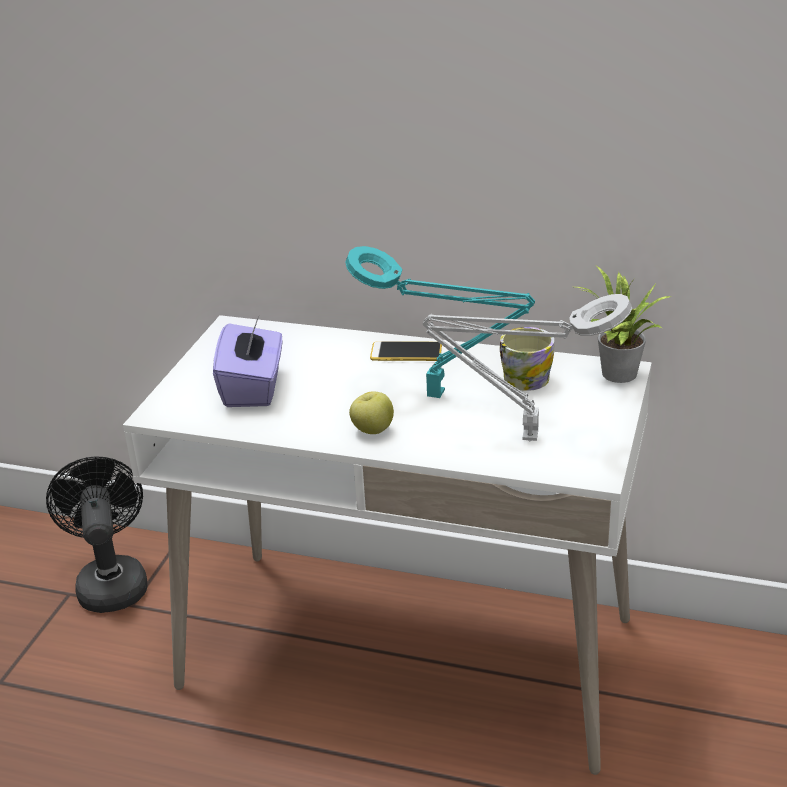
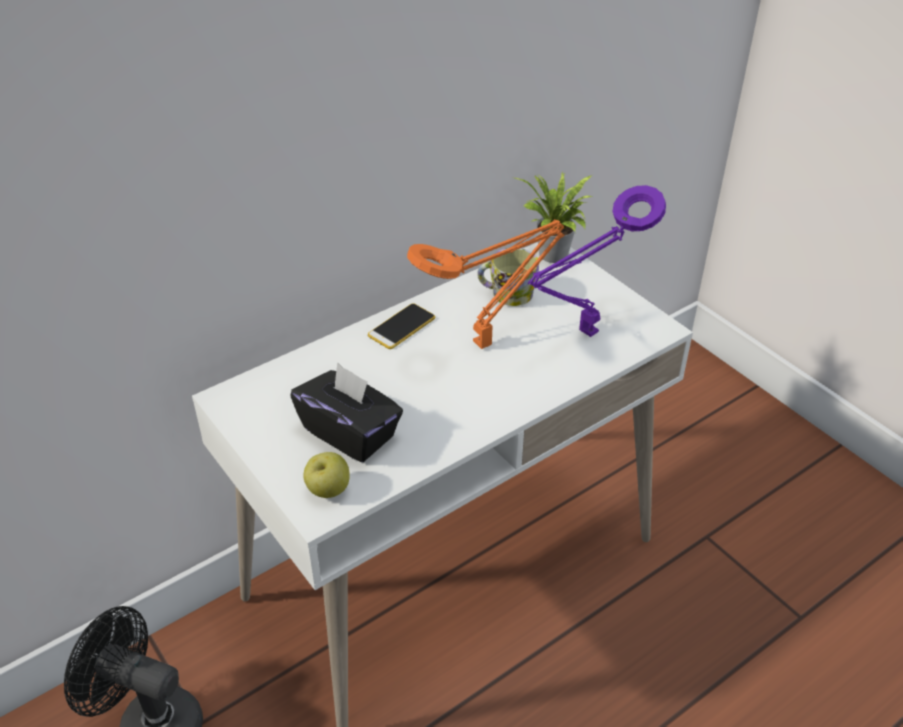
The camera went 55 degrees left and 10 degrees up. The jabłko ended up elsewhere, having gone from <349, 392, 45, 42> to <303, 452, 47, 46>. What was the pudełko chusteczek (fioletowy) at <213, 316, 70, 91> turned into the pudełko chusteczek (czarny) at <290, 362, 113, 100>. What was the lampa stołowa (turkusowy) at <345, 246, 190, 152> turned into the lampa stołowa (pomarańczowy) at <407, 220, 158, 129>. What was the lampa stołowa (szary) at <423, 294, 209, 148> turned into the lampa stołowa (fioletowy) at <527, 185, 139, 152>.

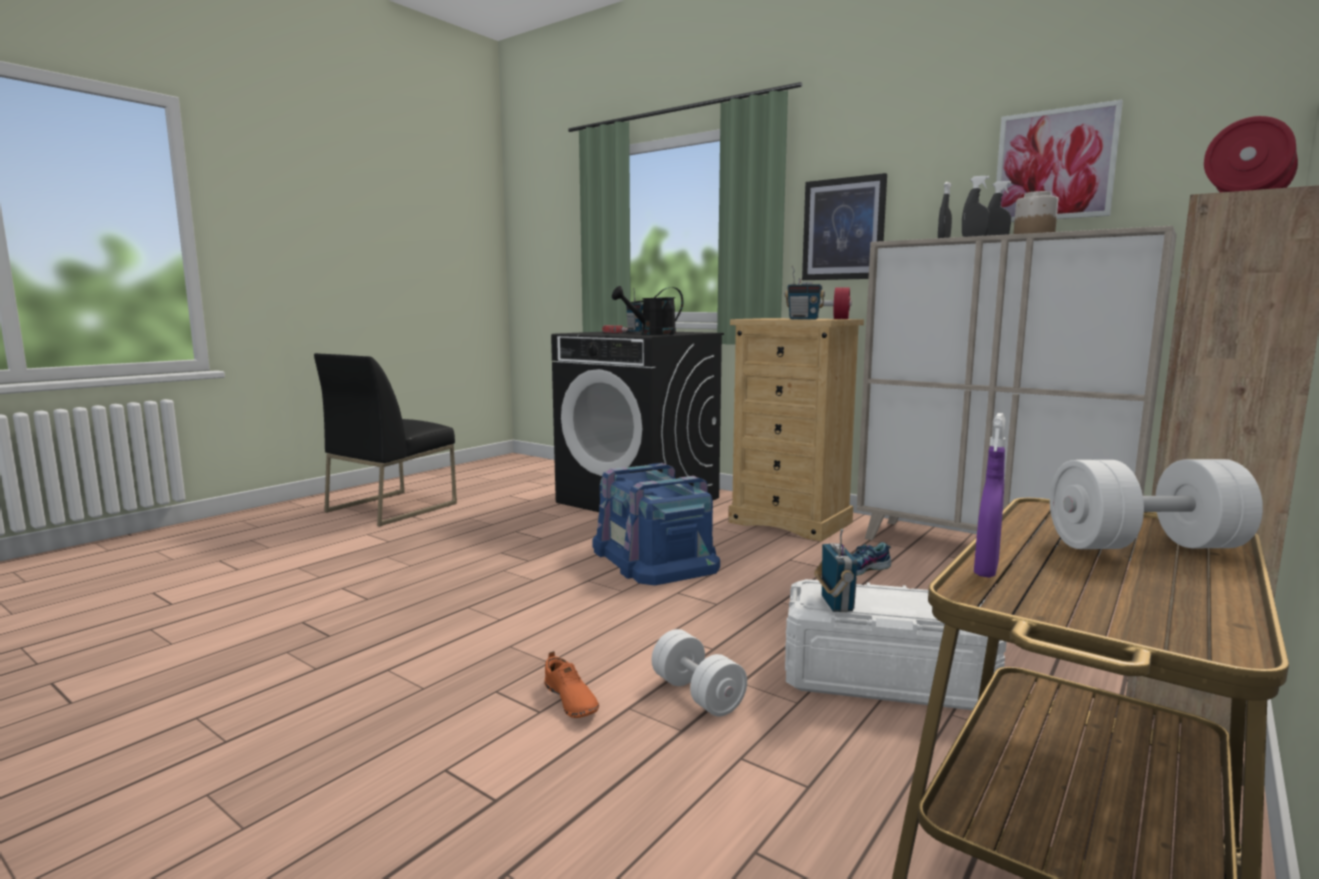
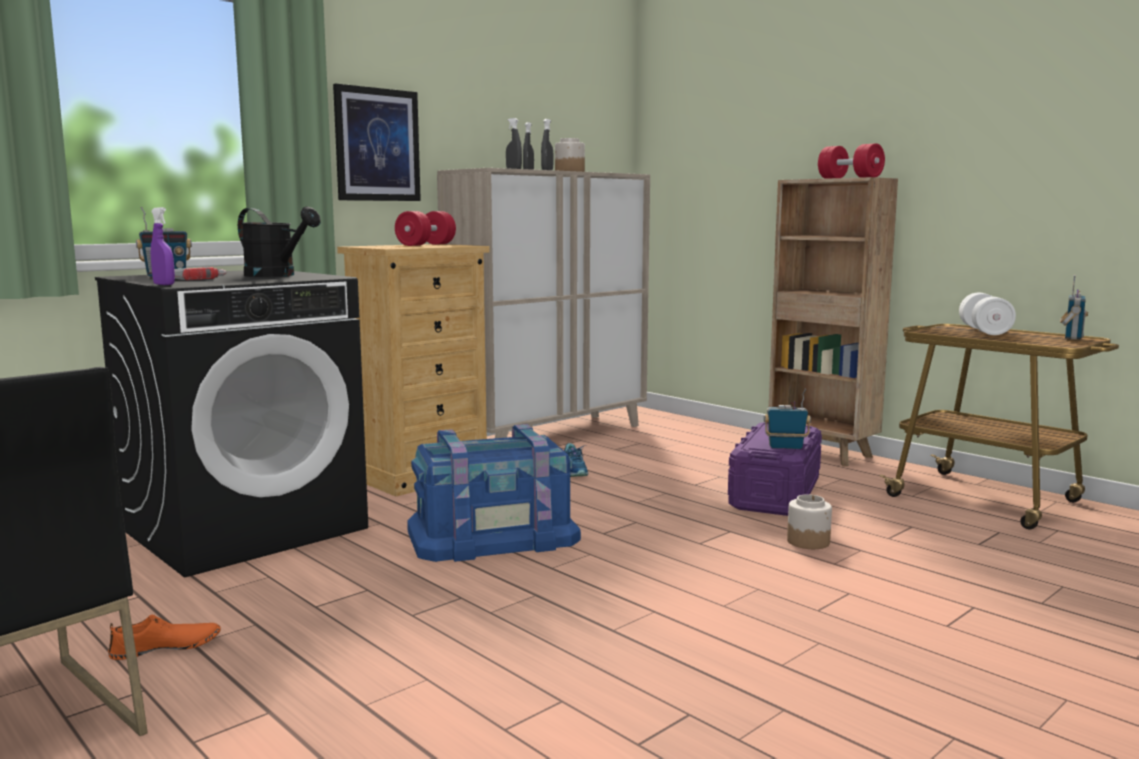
The camera went 80 degrees left and 0 degrees up. The second view lost the obraz at <996, 100, 127, 122>. The but (pomarańczowy) ended up elsewhere, having gone from <544, 651, 55, 67> to <108, 615, 112, 45>. The radio ended up elsewhere, having gone from <785, 266, 40, 54> to <1060, 275, 28, 65>. The spryskiwacz (fioletowy) ended up elsewhere, having gone from <974, 413, 32, 165> to <151, 207, 24, 78>. Where the hantel (biały) stood at <652, 629, 95, 87>, the słoik came to stand at <787, 494, 45, 55>. What was the pojemnik do przechowywania (biały) at <785, 579, 222, 131> turned into the pojemnik do przechowywania (fioletowy) at <728, 422, 94, 94>. The konewka (czarny) at <612, 286, 71, 49> ended up facing another way, 45 degrees counterclockwise from before.

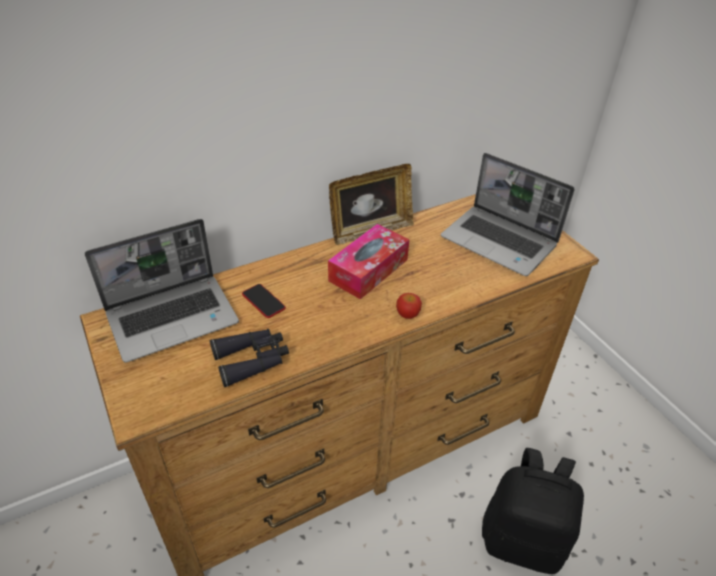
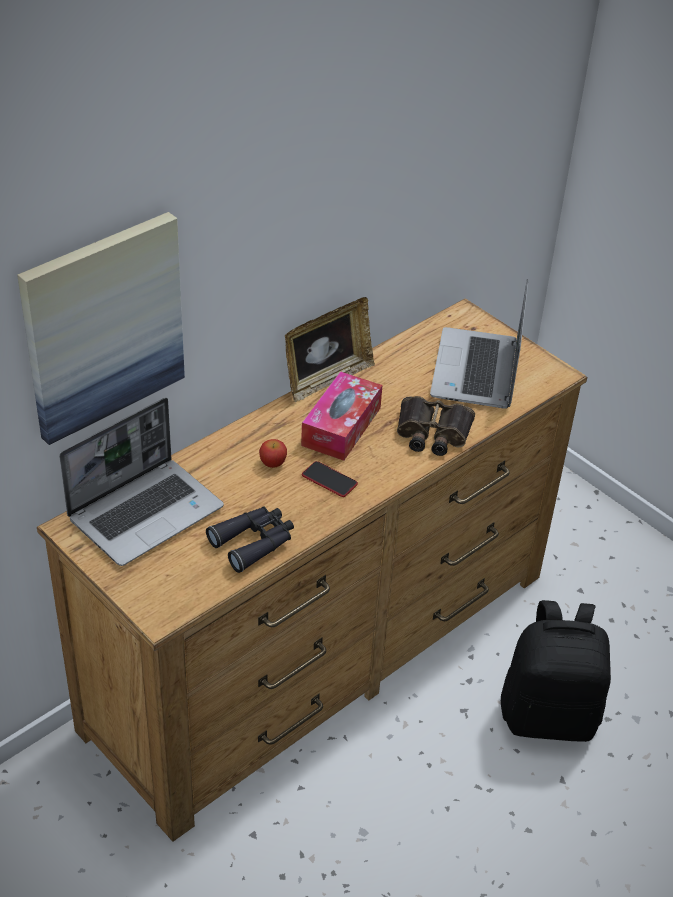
The camera went 15 degrees left and 0 degrees up. The second view gained the obraz at <17, 212, 168, 233>. The second view gained the lornetka at <397, 396, 78, 60>. The telefon ended up elsewhere, having gone from <242, 284, 44, 34> to <302, 461, 56, 36>. The jabłko ended up elsewhere, having gone from <396, 293, 26, 26> to <259, 439, 28, 29>. The laptop at <441, 153, 134, 123> ended up facing another way, 75 degrees clockwise from before.

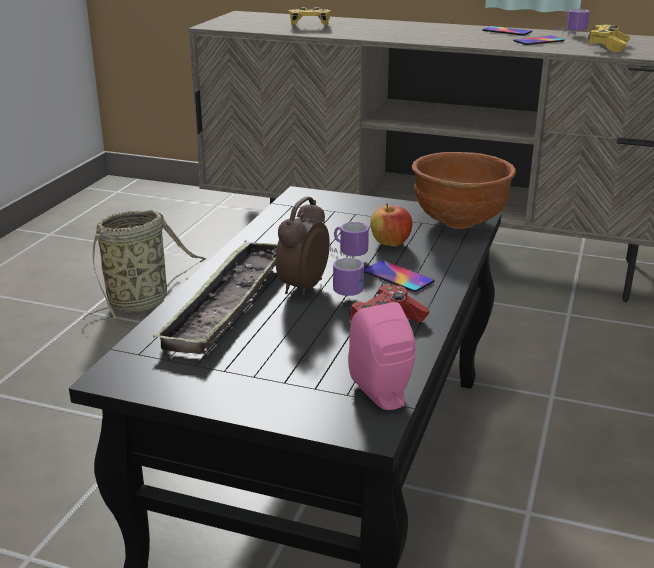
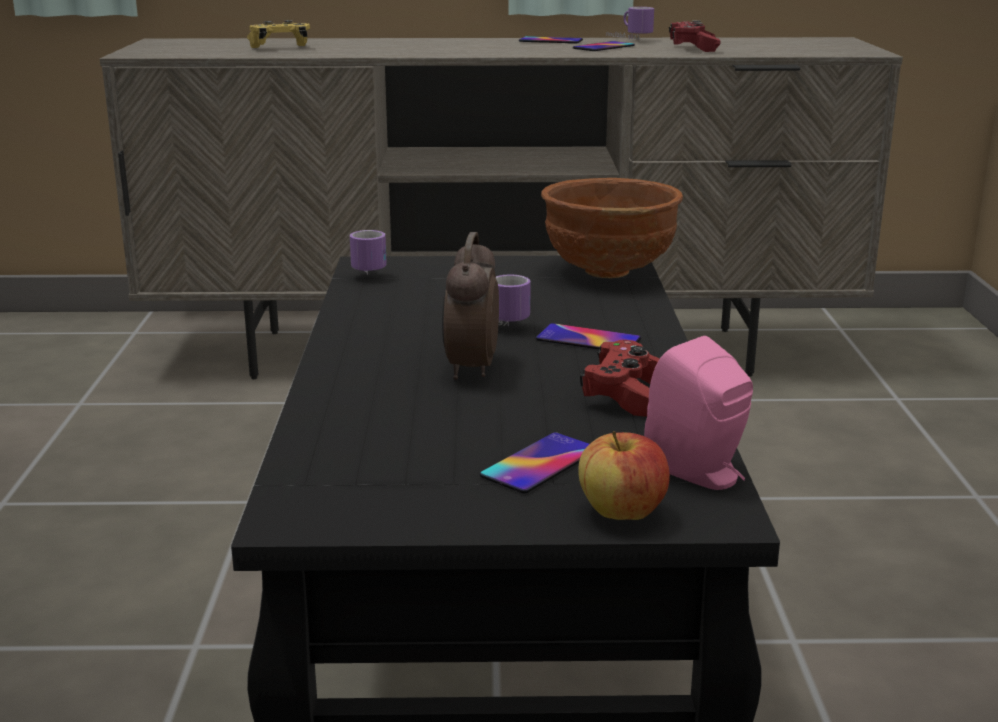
The camera went 20 degrees left and 5 degrees down. The second view lost the koszyk at <83, 210, 123, 111>. The second view lost the taca at <153, 241, 125, 113>. The second view gained the telefon at <480, 433, 109, 60>. The kubek ended up elsewhere, having gone from <333, 258, 31, 38> to <350, 230, 37, 45>. The jabłko ended up elsewhere, having gone from <370, 203, 42, 44> to <578, 431, 92, 89>. What was the pad do gier (żółty) at <588, 25, 42, 27> turned into the pad do gier (czerwony) at <669, 20, 52, 32>.

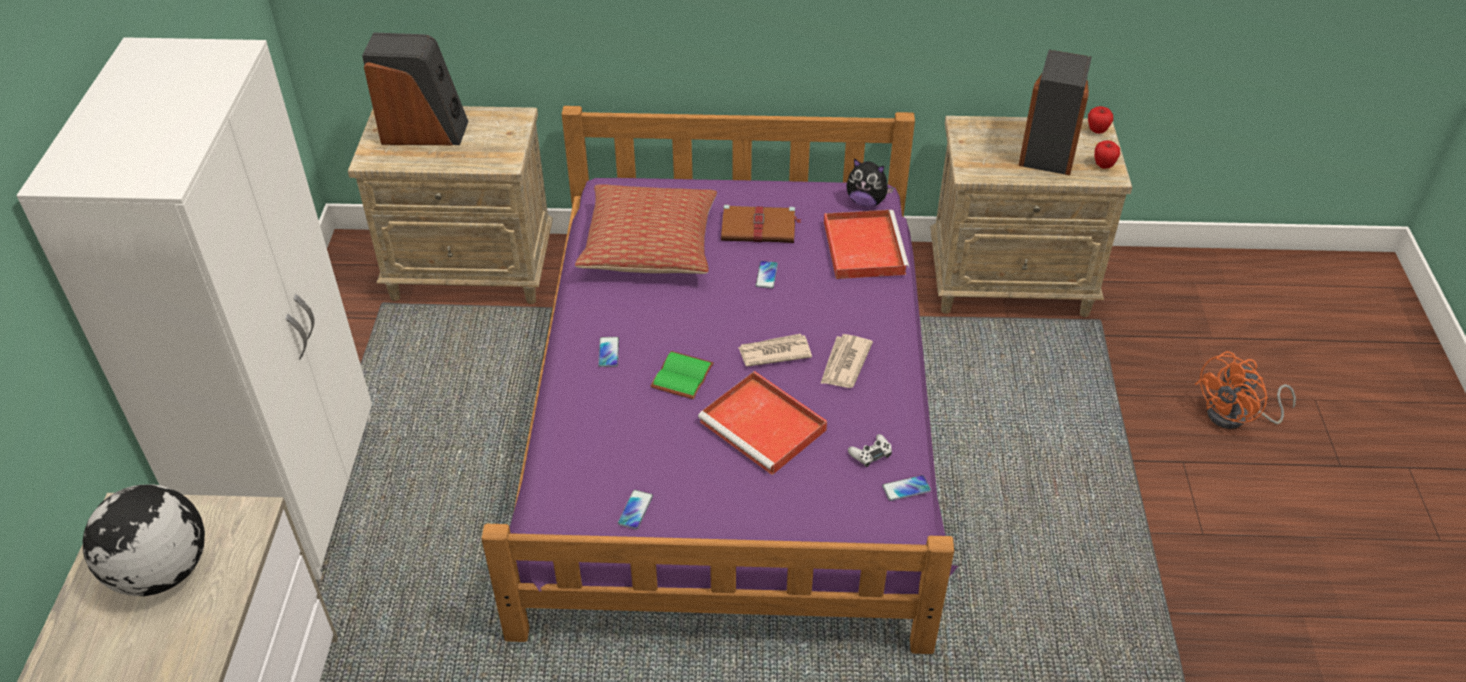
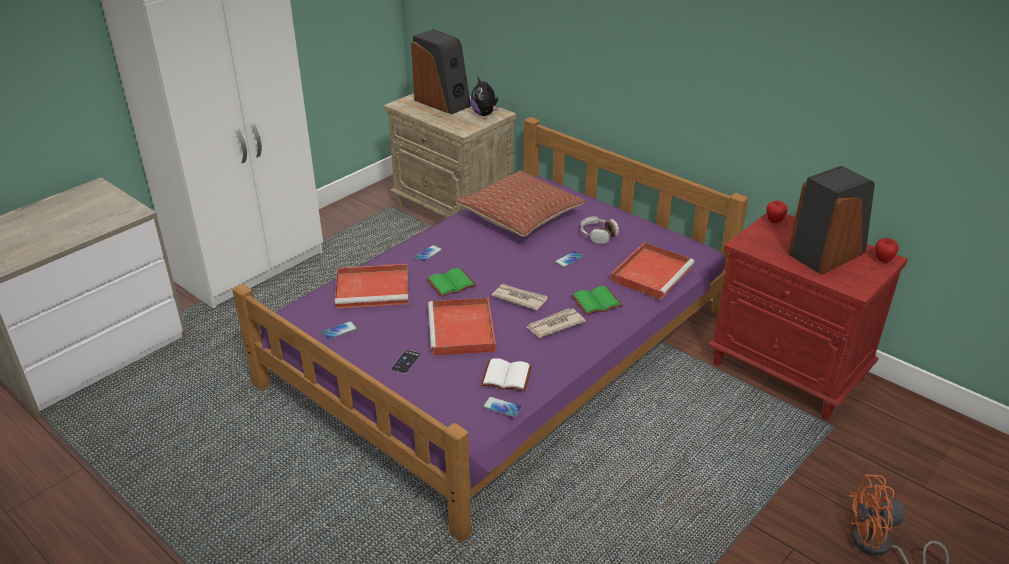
The camera went 40 degrees right and 10 degrees down. The second view lost the globus at <83, 484, 122, 112>. The second view gained the taca (czerwony) at <335, 264, 74, 45>. The second view gained the telefon at <391, 350, 29, 24>. The second view gained the książka (zielony) at <571, 286, 52, 29>. The pluszak ended up elsewhere, having gone from <846, 158, 48, 49> to <471, 76, 28, 40>. The jabłko ended up elsewhere, having gone from <1094, 140, 26, 29> to <767, 201, 21, 22>. Where the książka (brązowy) stood at <721, 205, 81, 38>, the słuchawki came to stand at <580, 216, 39, 28>. Where the pad do gier (biały) stood at <848, 434, 44, 33>, the książka (biały) came to stand at <481, 358, 51, 33>. What was the szafka nocna (beżowy) at <930, 116, 202, 201> turned into the szafka nocna (czerwony) at <708, 213, 200, 206>.

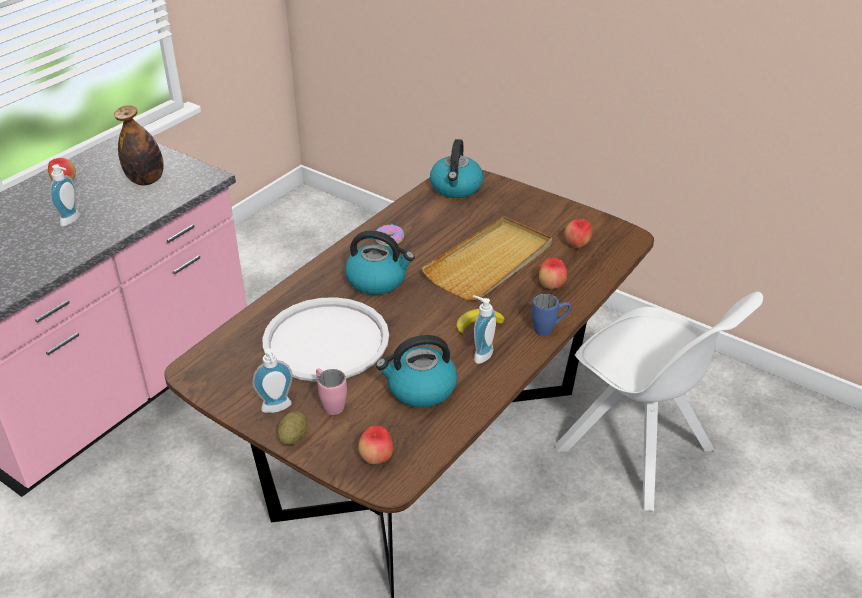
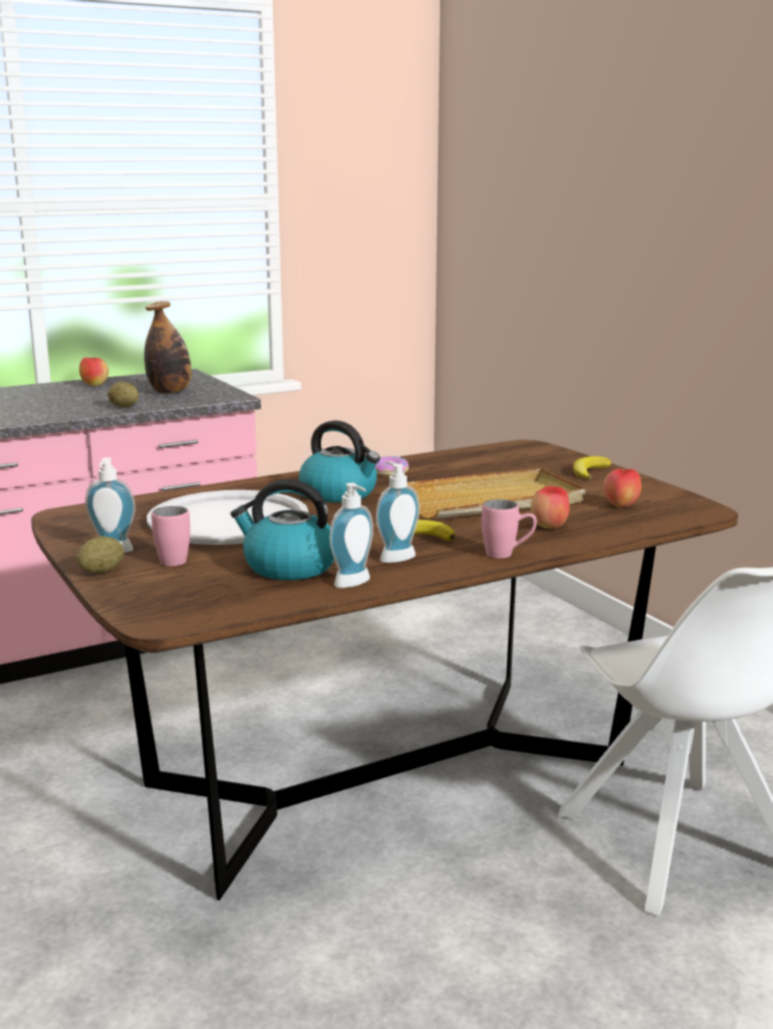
The camera went 25 degrees right and 20 degrees down. The second view lost the jabłko at <358, 426, 35, 38>. The second view lost the czajnik at <430, 139, 53, 59>. The second view gained the ziemniak at <107, 382, 32, 26>. The second view gained the banan at <573, 456, 38, 24>. The dozownik mydła ended up elsewhere, having gone from <50, 165, 30, 61> to <330, 483, 43, 105>. What was the kubek (niebieski) at <532, 294, 39, 42> turned into the kubek (różowy) at <482, 499, 55, 59>.

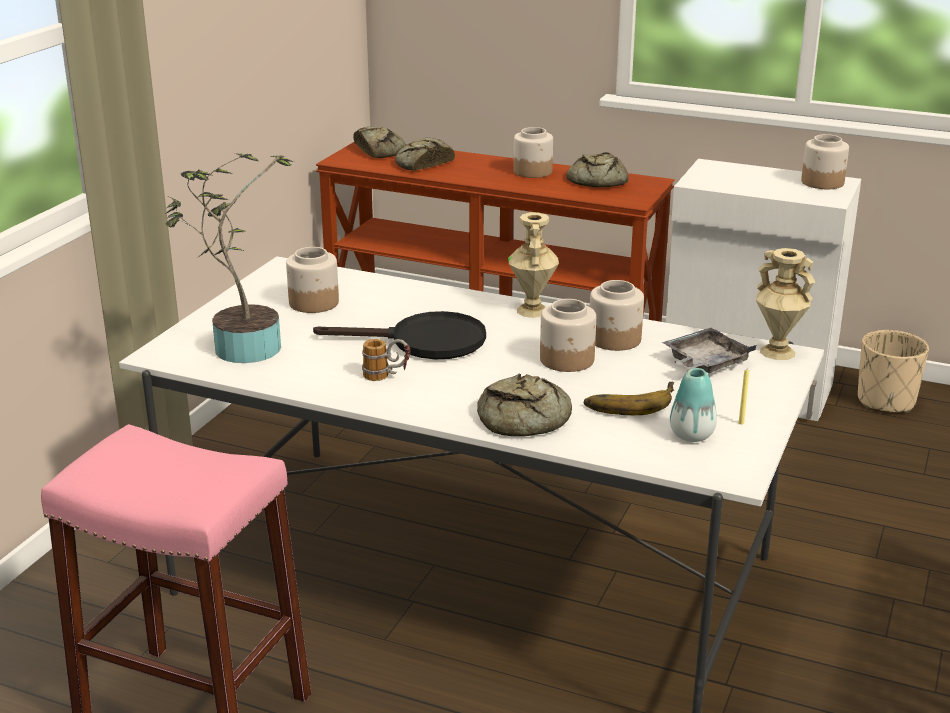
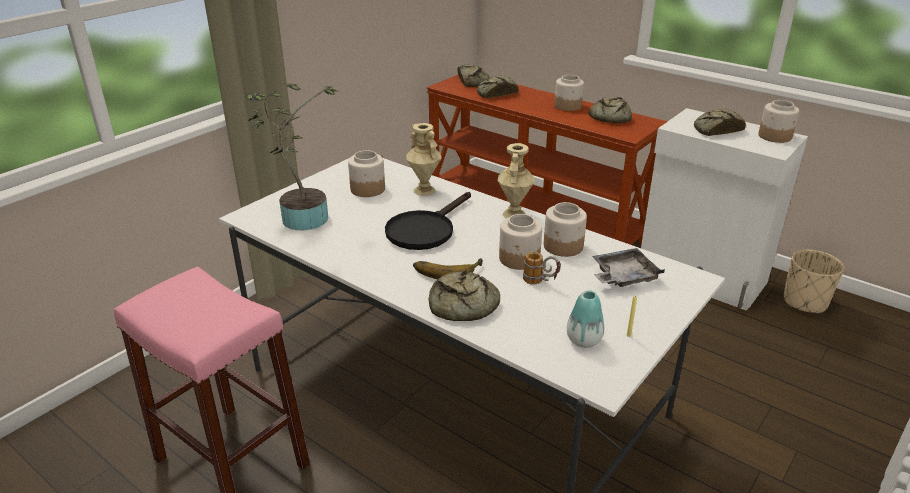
The camera went 15 degrees right and 5 degrees up. The second view gained the chleb at <694, 109, 52, 27>. The kubek ended up elsewhere, having gone from <362, 339, 48, 42> to <523, 252, 38, 32>. The banan ended up elsewhere, having gone from <584, 381, 90, 34> to <413, 258, 70, 21>. The wazon (beżowy) ended up elsewhere, having gone from <756, 248, 59, 112> to <406, 123, 35, 73>. The patelnia (czarny) at <313, 311, 173, 48> ended up facing another way, 105 degrees clockwise from before.

